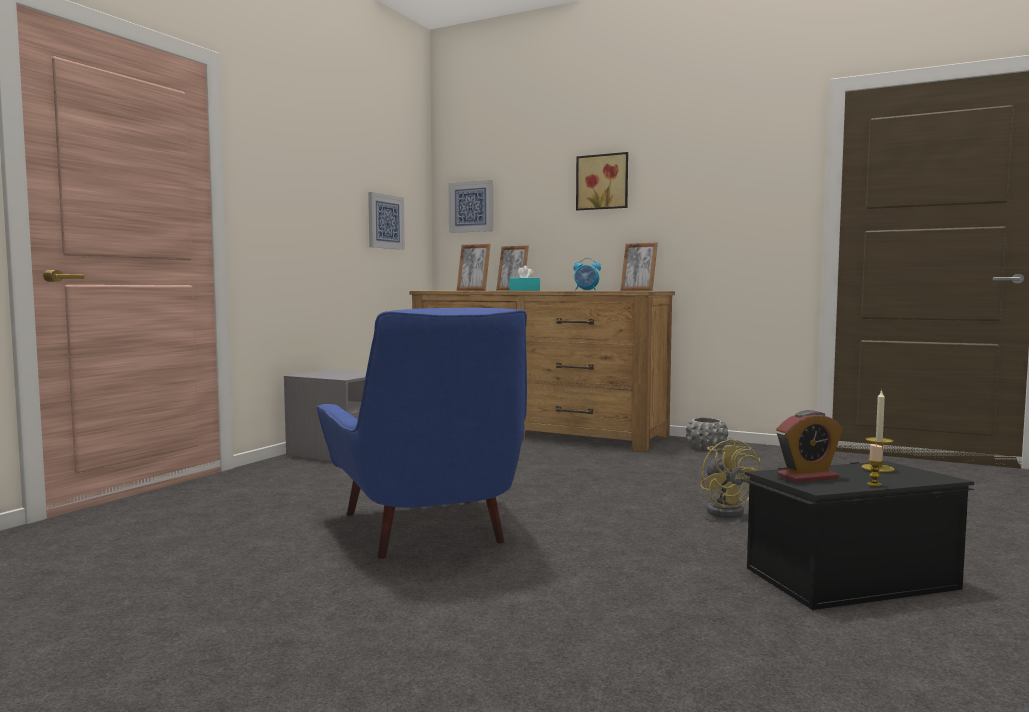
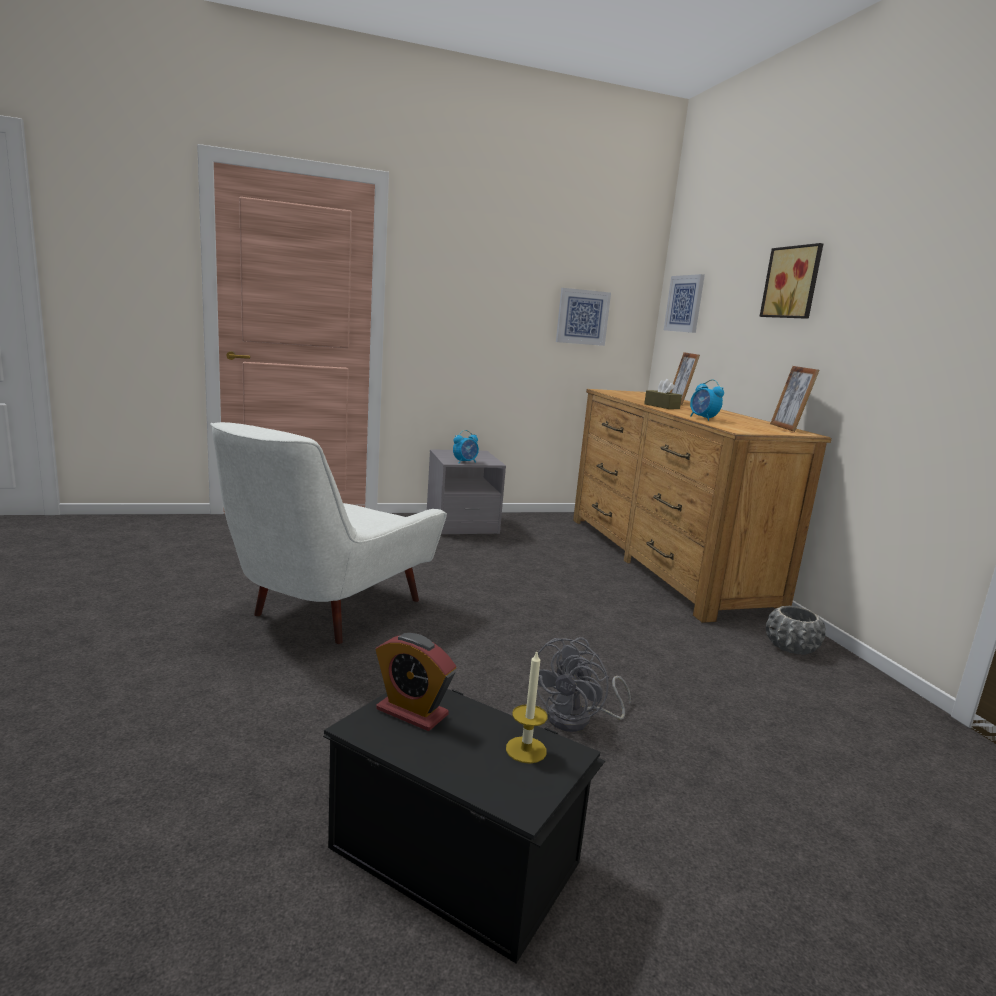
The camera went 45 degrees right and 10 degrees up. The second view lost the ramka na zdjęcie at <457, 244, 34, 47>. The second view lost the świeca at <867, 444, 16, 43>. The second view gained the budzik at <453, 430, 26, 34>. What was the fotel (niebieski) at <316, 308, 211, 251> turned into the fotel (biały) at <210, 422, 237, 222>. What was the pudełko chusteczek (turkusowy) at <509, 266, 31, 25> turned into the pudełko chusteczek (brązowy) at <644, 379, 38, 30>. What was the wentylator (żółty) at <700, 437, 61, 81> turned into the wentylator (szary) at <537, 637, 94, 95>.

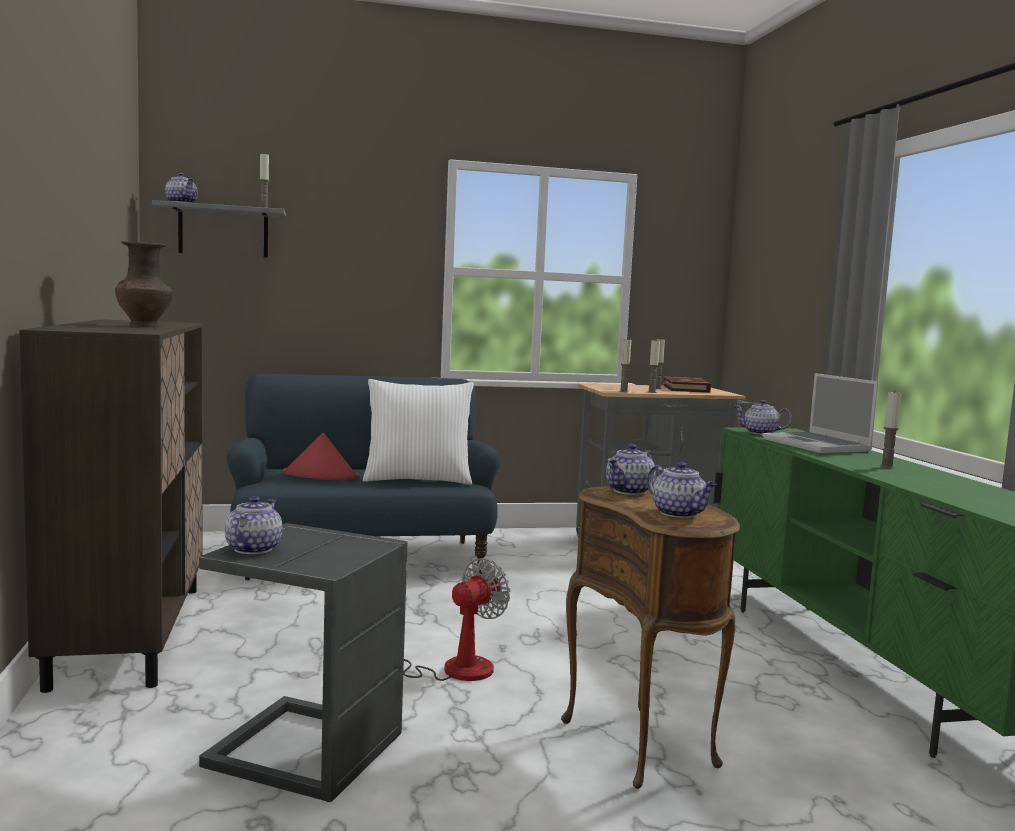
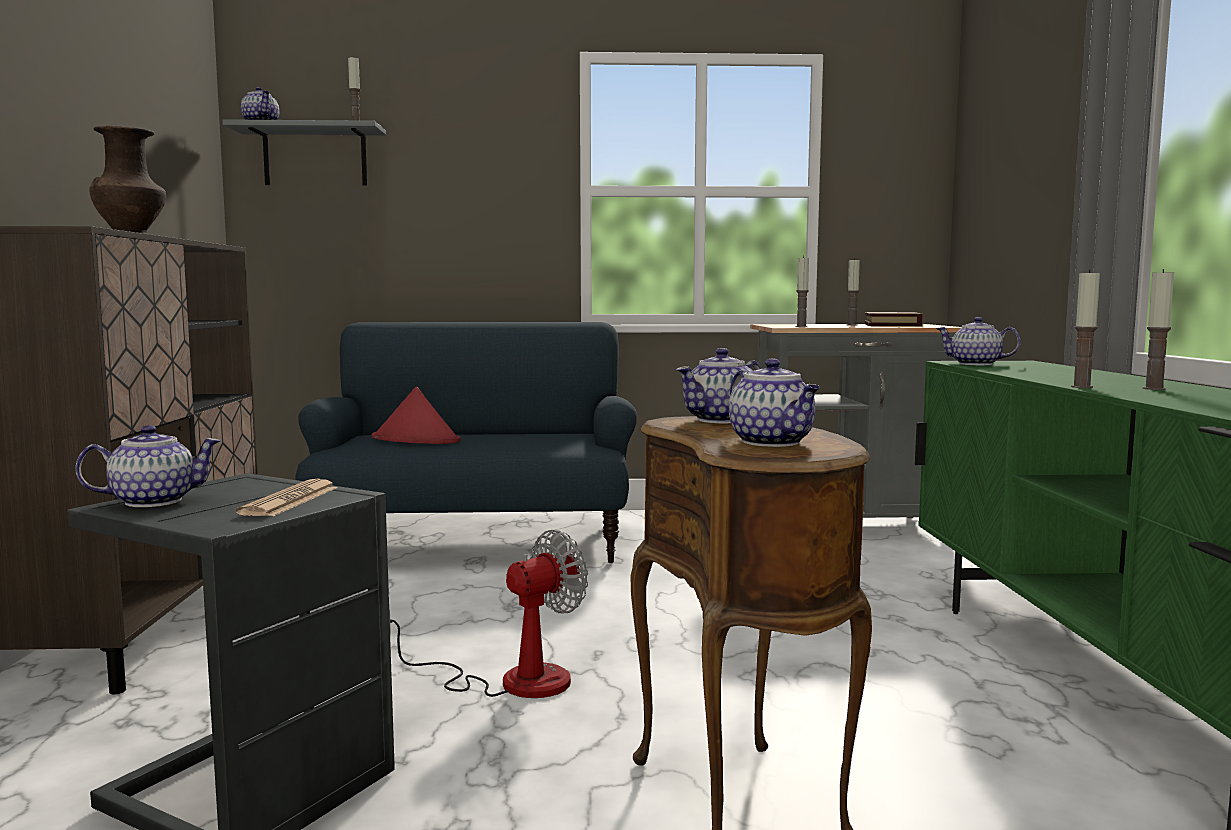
The camera went 10 degrees right and 0 degrees up. The second view lost the poduszka (biały) at <363, 379, 111, 106>. The second view lost the laptop at <762, 373, 116, 80>. The second view gained the gazeta at <235, 479, 103, 37>. The świeca ended up elsewhere, having gone from <648, 339, 12, 54> to <1071, 269, 29, 119>. The imbryk at <225, 496, 57, 58> ended up facing another way, 45 degrees clockwise from before.

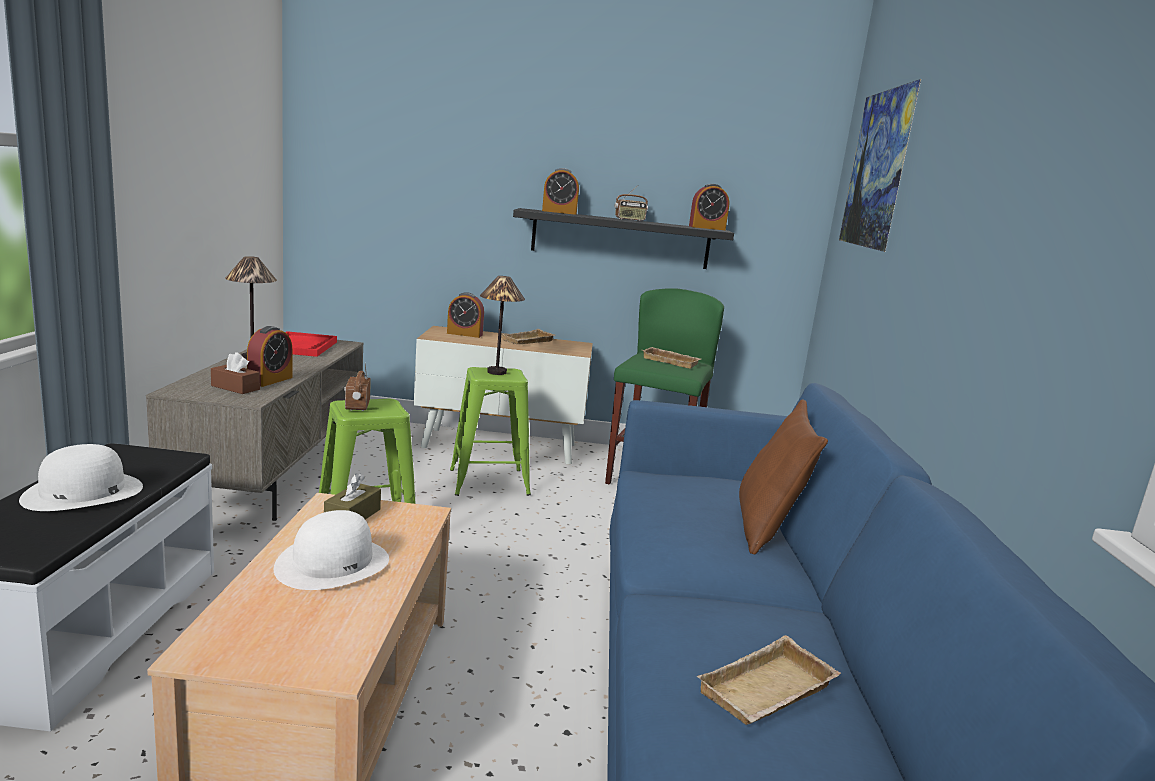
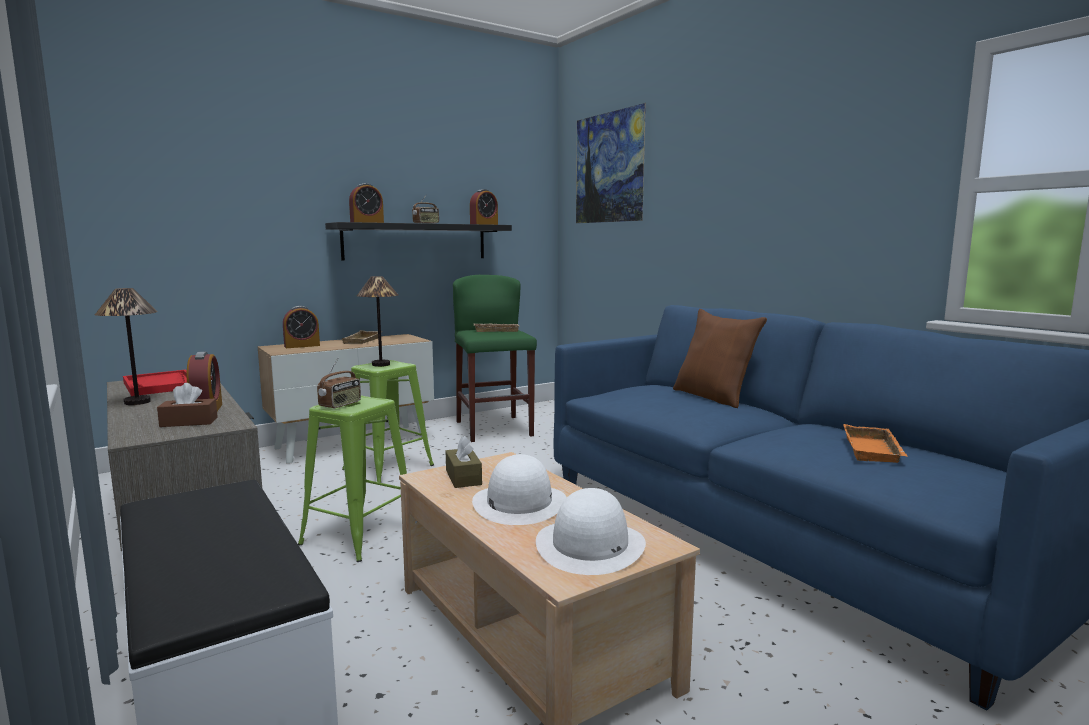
The camera went 35 degrees left and 5 degrees down. The kapelusz (biały) ended up elsewhere, having gone from <19, 444, 124, 67> to <536, 488, 110, 87>. What was the taca (beżowy) at <696, 635, 145, 90> turned into the taca (pomarańczowy) at <843, 424, 65, 39>. The radio at <344, 364, 27, 47> ended up facing another way, 105 degrees counterclockwise from before.

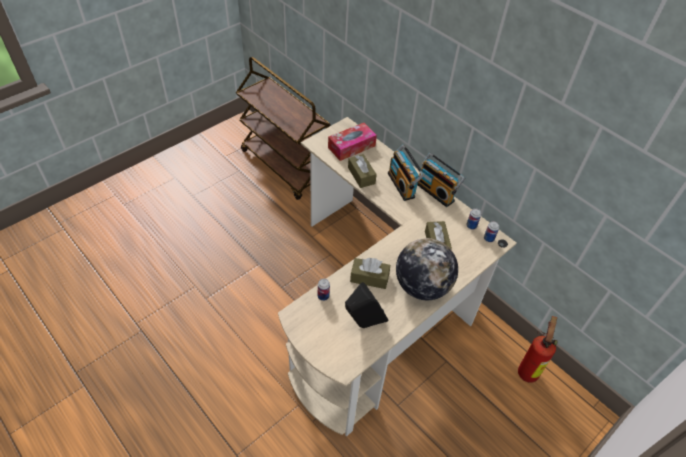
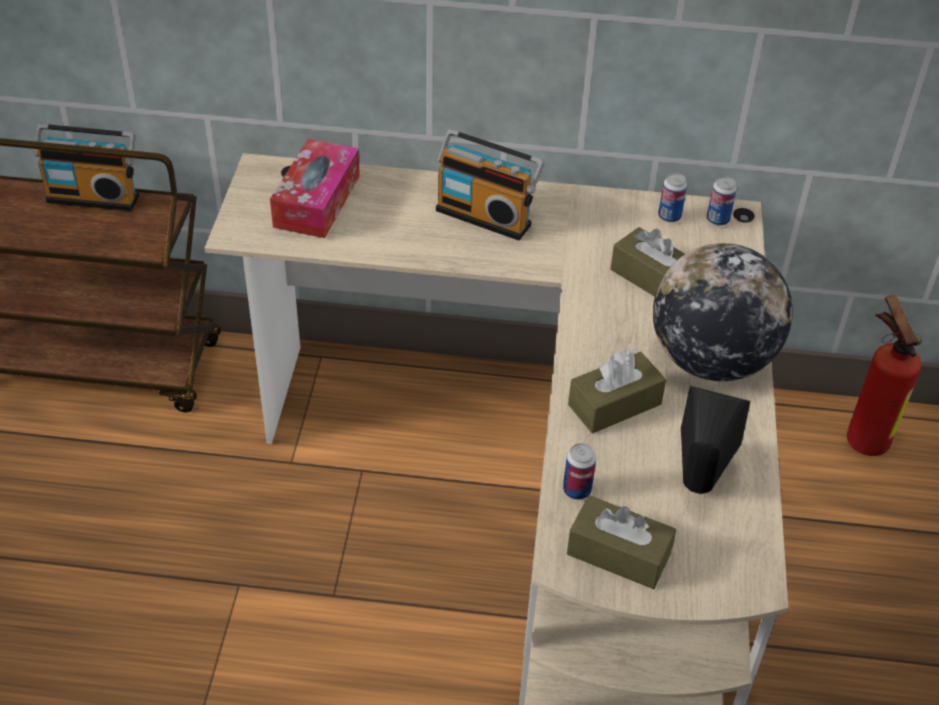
The camera went 40 degrees left and 5 degrees down. The pudełko chusteczek (brązowy) ended up elsewhere, having gone from <348, 154, 29, 34> to <567, 495, 109, 94>. The radio ended up elsewhere, having gone from <417, 153, 48, 54> to <34, 124, 105, 87>.

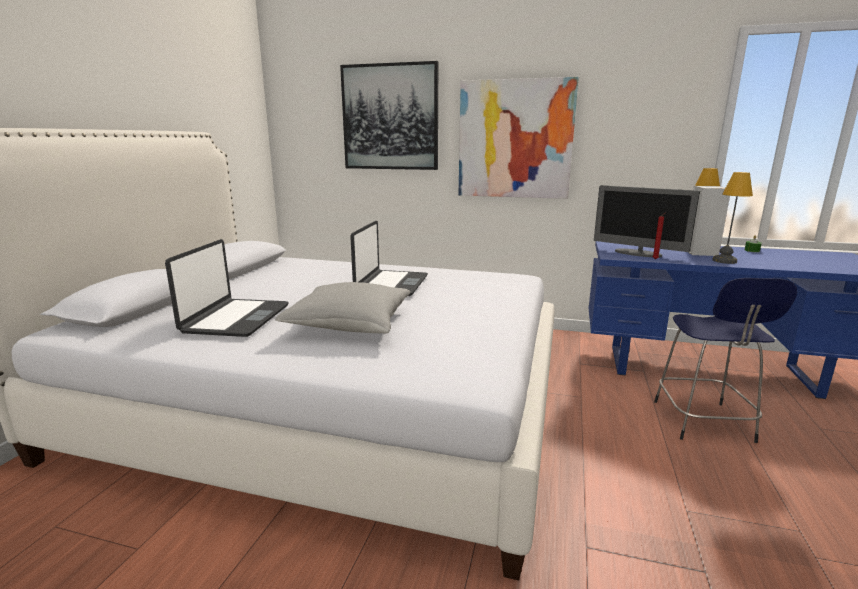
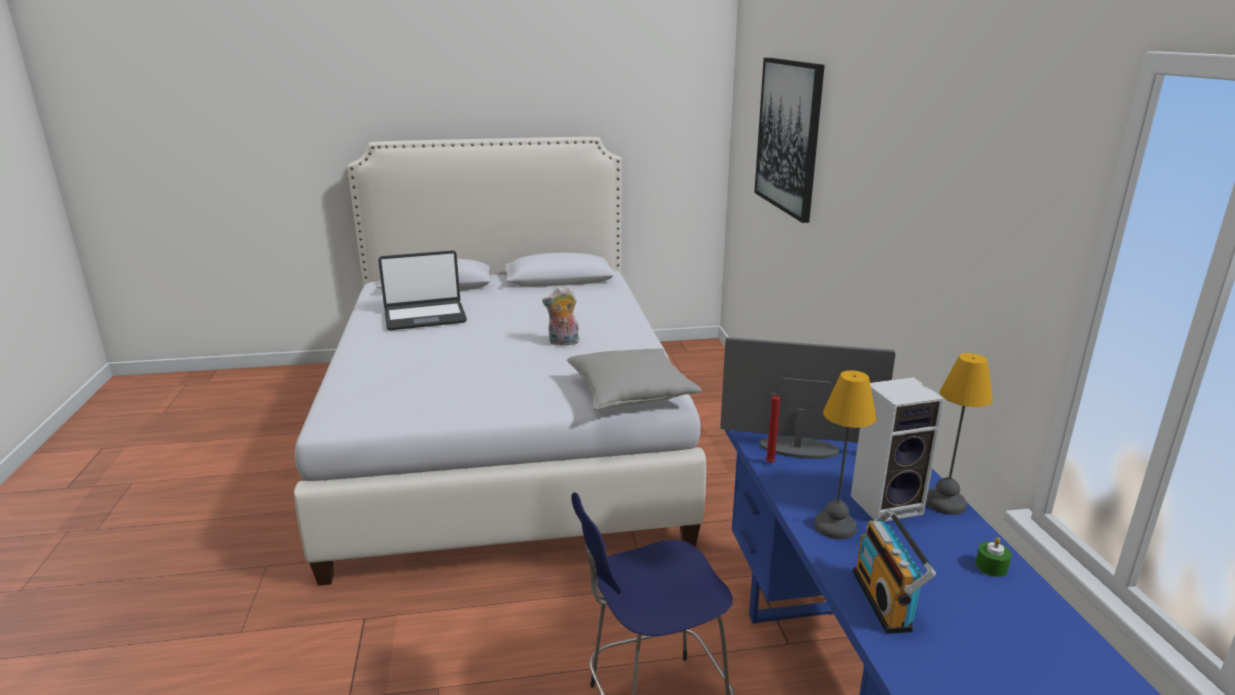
The camera went 65 degrees right and 5 degrees up. The second view lost the obraz at <459, 77, 120, 122>. The second view gained the radio at <853, 509, 83, 125>. The poduszka (szary) ended up elsewhere, having gone from <275, 282, 135, 51> to <567, 349, 135, 61>. Where the laptop stood at <350, 221, 78, 75>, the pluszak came to stand at <542, 286, 38, 59>. The monitor at <594, 185, 106, 72> ended up facing another way, 90 degrees clockwise from before.

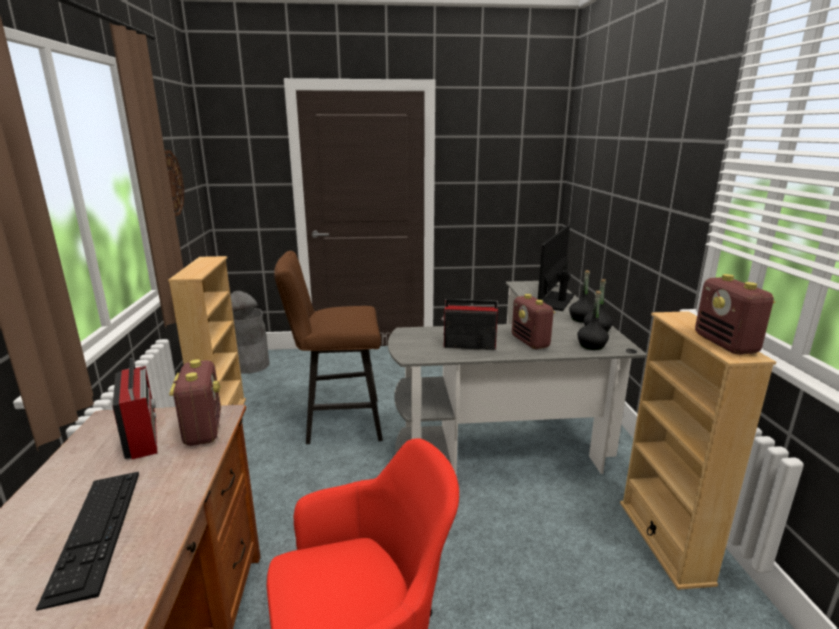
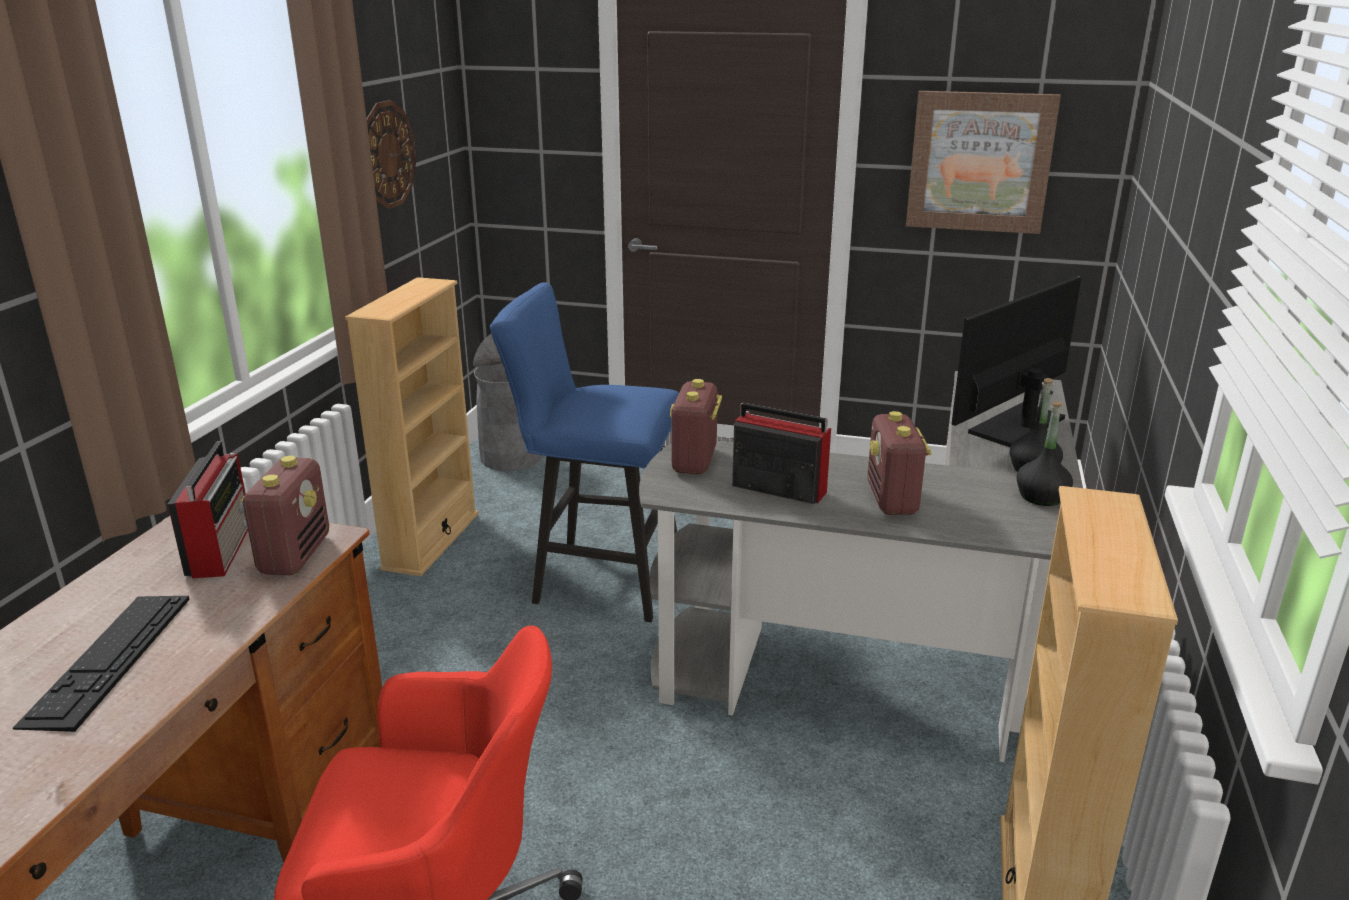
The camera went 20 degrees right and 5 degrees up. The second view lost the butelka (czarny) at <577, 291, 32, 59>. The second view gained the obraz at <906, 91, 155, 143>. The radio ended up elsewhere, having gone from <695, 274, 80, 81> to <670, 379, 52, 95>. What was the stołek (brązowy) at <274, 251, 109, 193> turned into the stołek (niebieski) at <490, 282, 189, 340>.

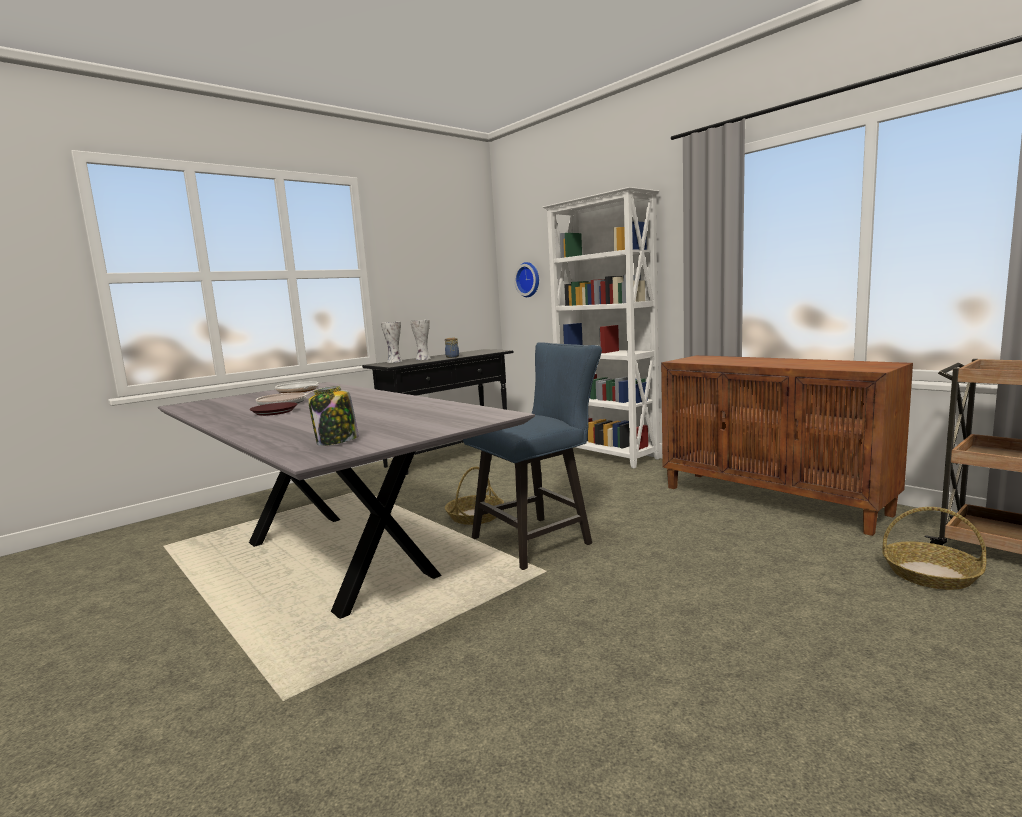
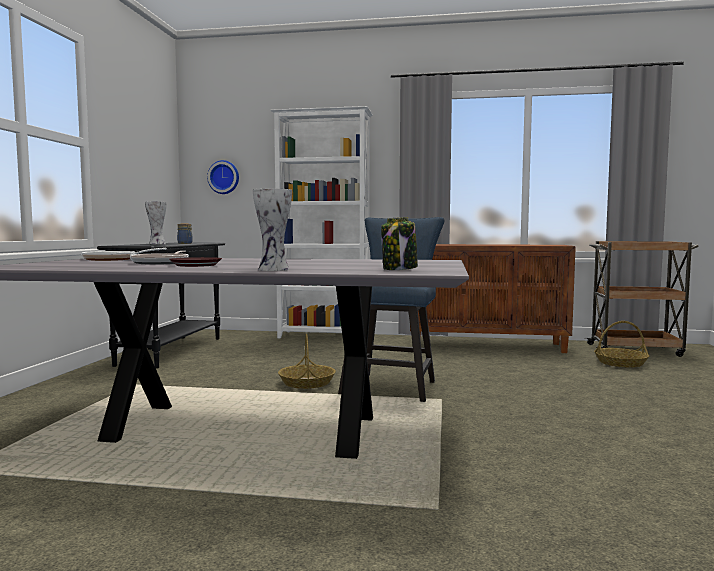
The camera went 40 degrees left and 5 degrees down. The wazon ended up elsewhere, having gone from <381, 322, 21, 41> to <253, 188, 39, 83>.

